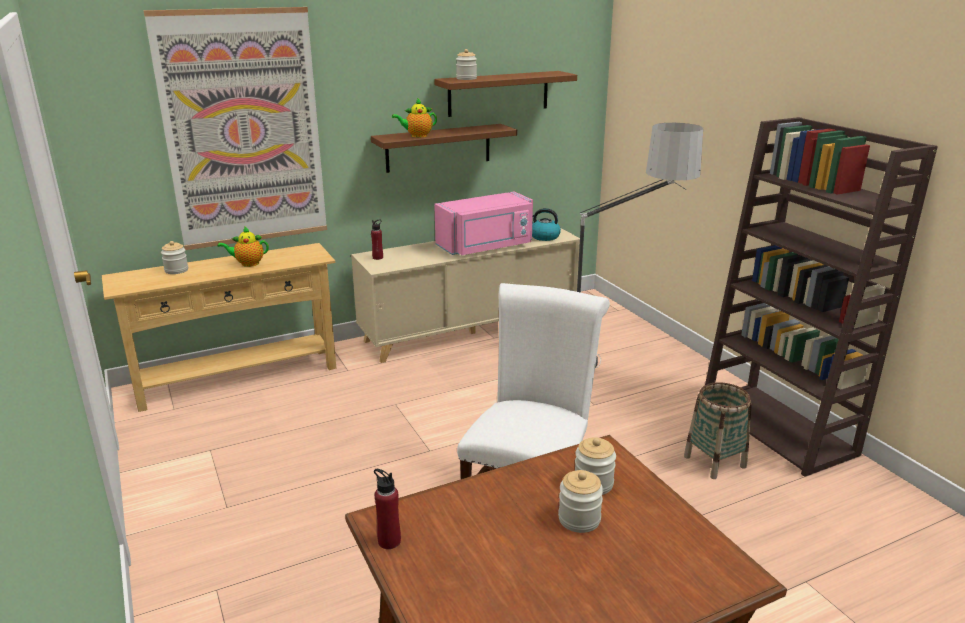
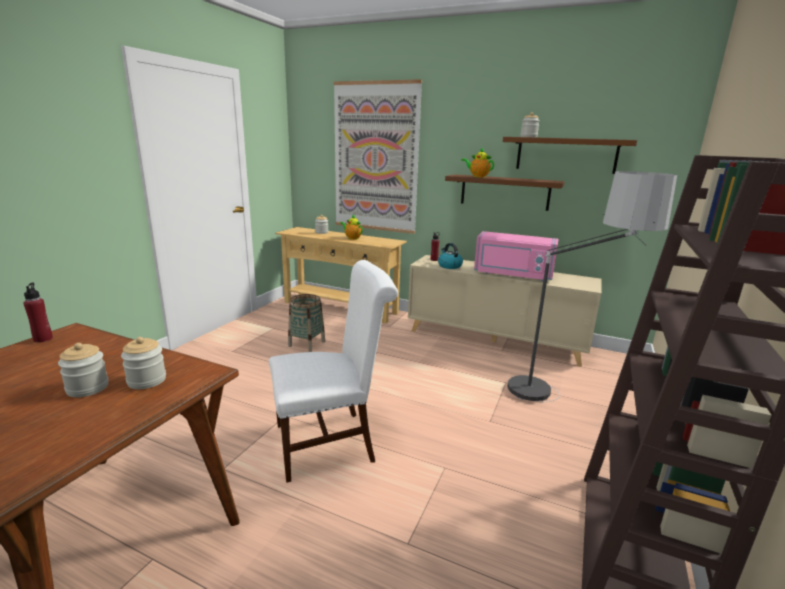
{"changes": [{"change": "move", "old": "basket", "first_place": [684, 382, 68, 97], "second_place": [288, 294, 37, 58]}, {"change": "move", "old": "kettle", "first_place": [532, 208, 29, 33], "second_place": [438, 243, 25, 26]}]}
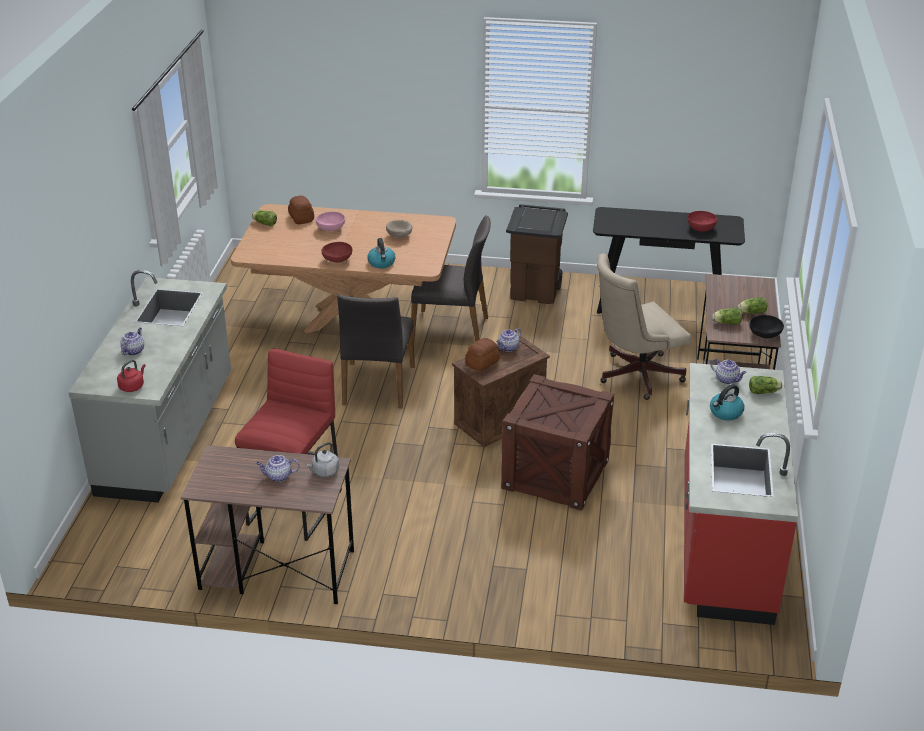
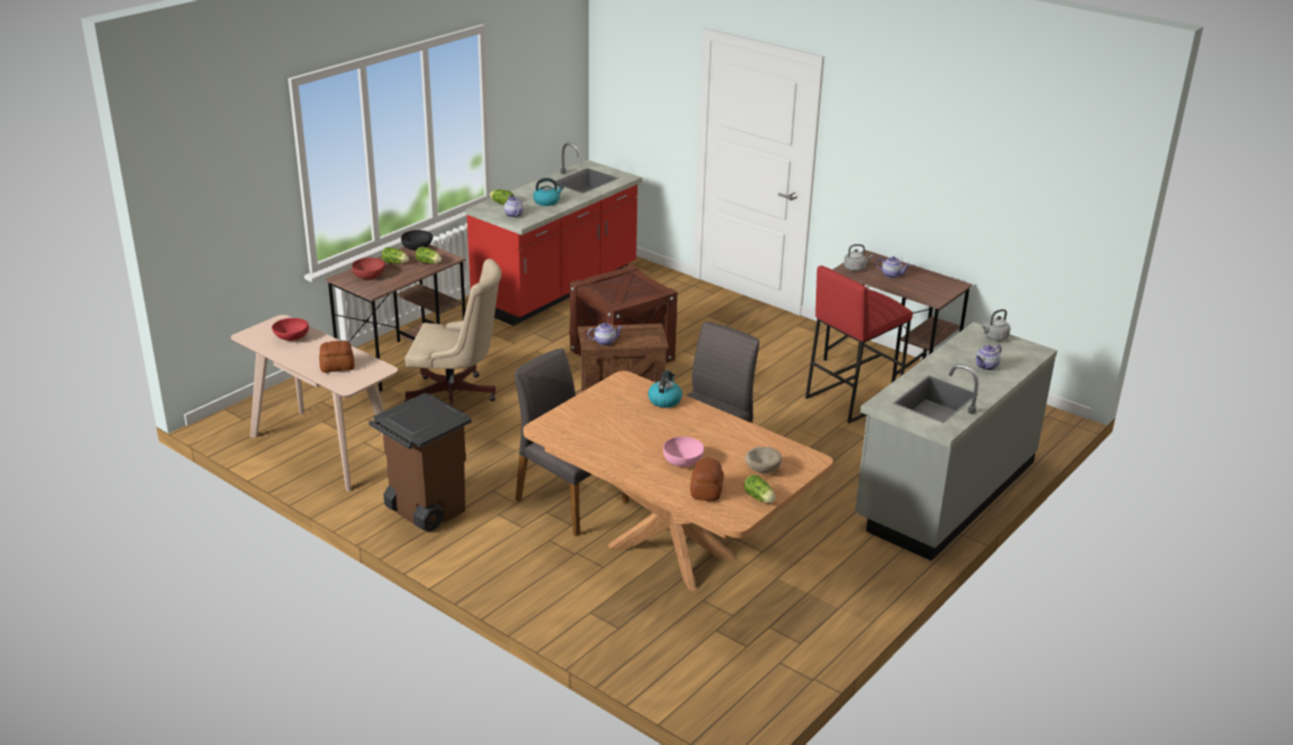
{"changes": [{"change": "recolor", "old": "black console table", "new": "beige-coloured console table", "first_place": [593, 207, 152, 107], "second_place": [231, 315, 167, 177]}, {"change": "move", "old": "baked bread", "first_place": [465, 338, 35, 33], "second_place": [319, 341, 36, 32]}, {"change": "move", "old": "red-coloured bowl", "first_place": [321, 242, 31, 21], "second_place": [352, 258, 33, 21]}, {"change": "move", "old": "beige-coloured bowl", "first_place": [386, 220, 26, 18], "second_place": [745, 447, 37, 26]}, {"change": "recolor", "old": "red-coloured kettle", "new": "grey kettle", "first_place": [117, 360, 29, 32], "second_place": [981, 309, 30, 32]}]}
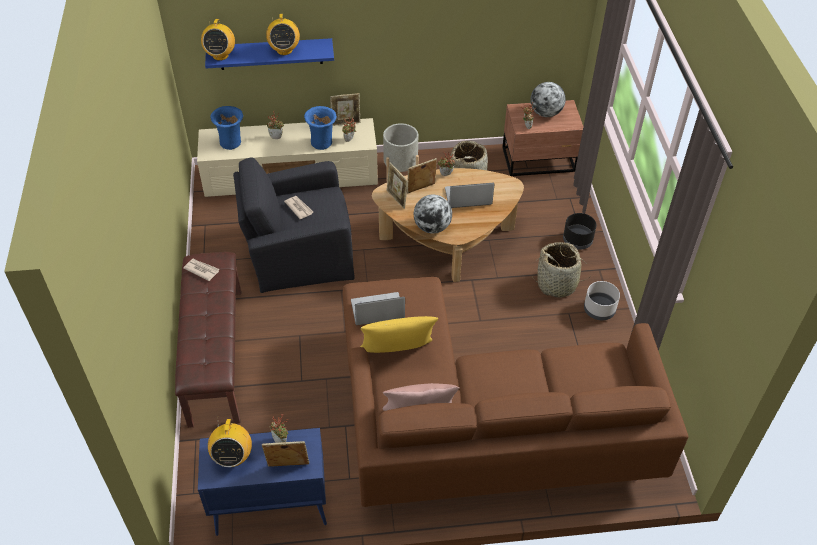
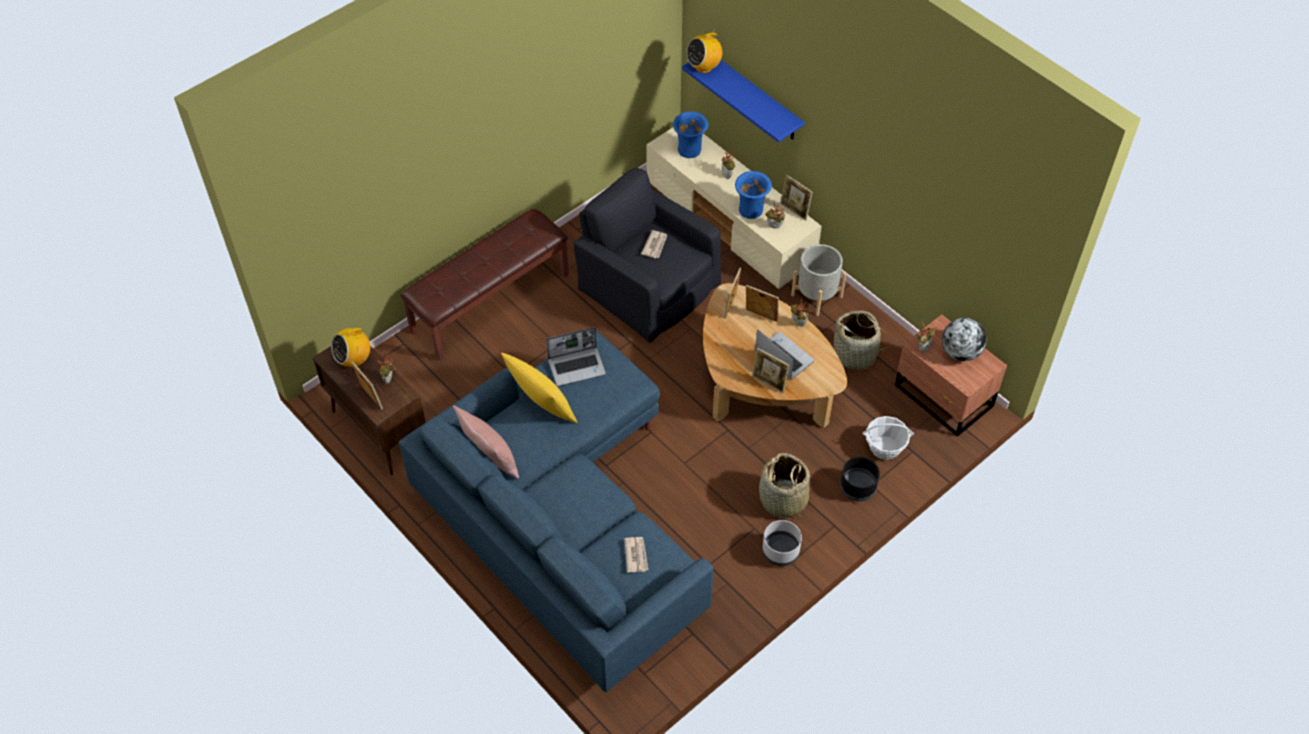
{"changes": [{"change": "recolor", "old": "bluish cupboard", "new": "brownish cupboard", "first_place": [198, 428, 129, 108], "second_place": [313, 346, 113, 129]}, {"change": "recolor", "old": "brownish settee", "new": "bluish settee", "first_place": [343, 277, 345, 230], "second_place": [399, 331, 314, 361]}, {"change": "rotate", "old": "laptop", "first_place": [351, 292, 54, 34], "second_place": [546, 327, 60, 59], "degrees": 120}, {"change": "move", "old": "daily paper", "first_place": [184, 259, 35, 22], "second_place": [624, 537, 25, 36]}, {"change": "insert", "new": "photo frame", "second_place": [752, 348, 38, 45]}, {"change": "insert", "new": "basket", "second_place": [863, 416, 51, 44]}, {"change": "delete", "old": "radio set", "first_place": [266, 14, 34, 41]}, {"change": "delete", "old": "globe", "first_place": [414, 195, 38, 39]}]}
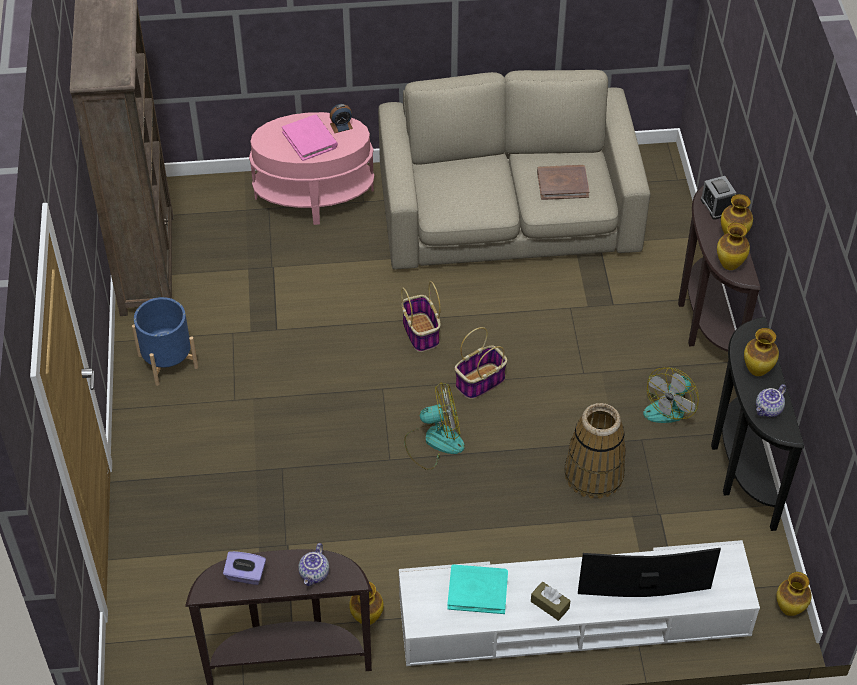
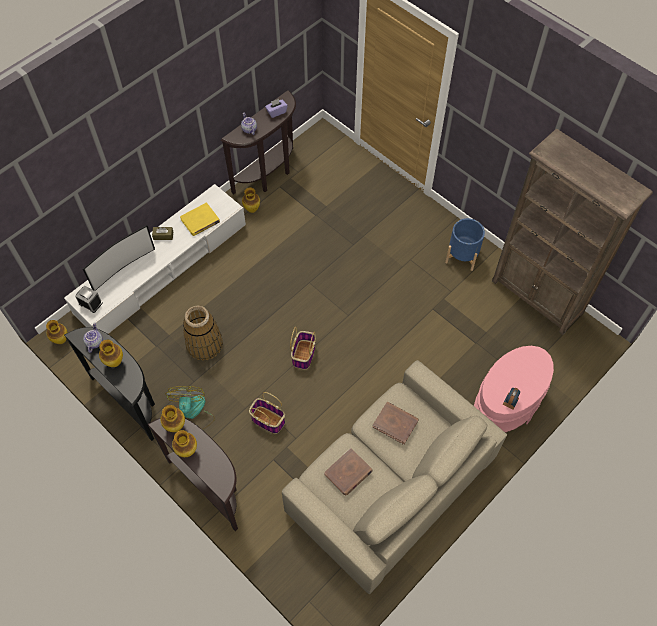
{"changes": [{"change": "move", "old": "table clock", "first_place": [701, 176, 35, 44], "second_place": [75, 285, 28, 28]}, {"change": "recolor", "old": "turquoise-coloured bound book", "new": "yellowish bound book", "first_place": [447, 564, 61, 50], "second_place": [180, 202, 40, 34]}, {"change": "move", "old": "basket", "first_place": [401, 281, 40, 71], "second_place": [249, 392, 36, 42]}, {"change": "insert", "new": "brownish bound book", "second_place": [372, 402, 46, 43]}, {"change": "delete", "old": "pink bound book", "first_place": [282, 114, 56, 47]}, {"change": "delete", "old": "cooling fan", "first_place": [404, 382, 61, 88]}]}
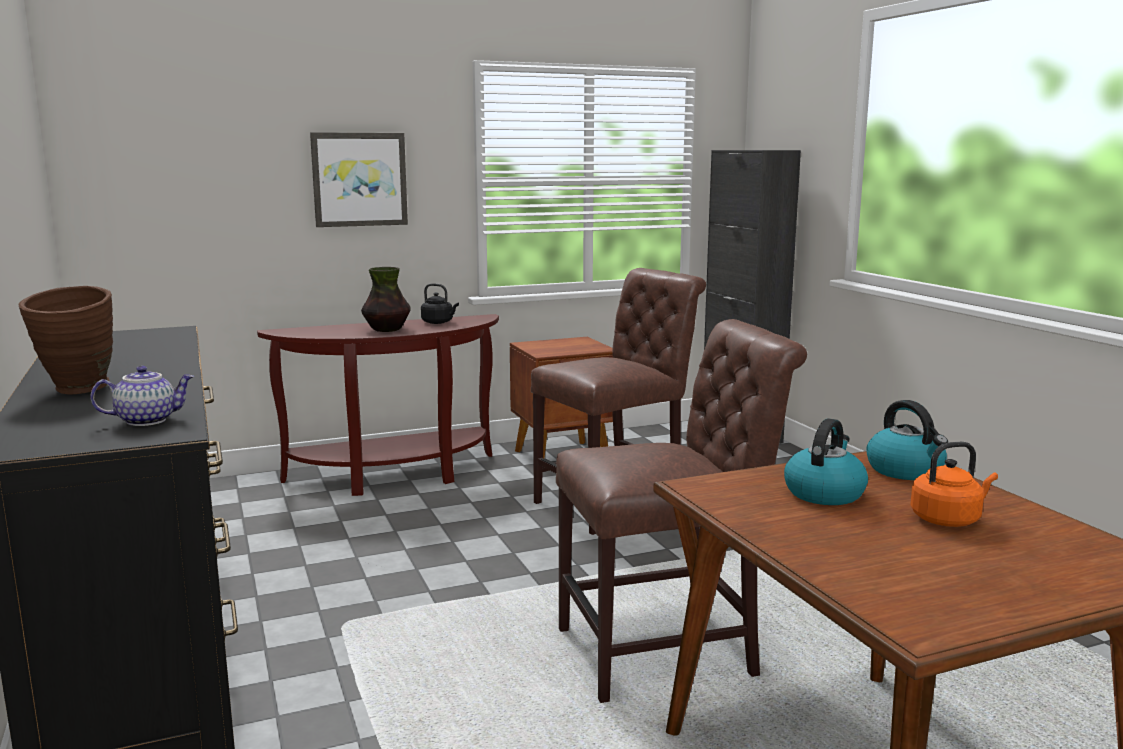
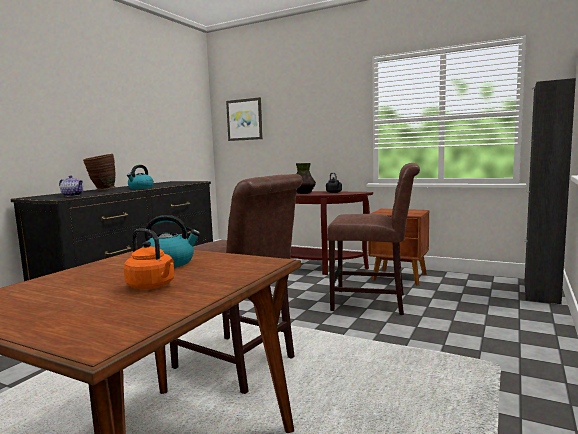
{"changes": [{"change": "move", "old": "kettle", "first_place": [866, 400, 82, 80], "second_place": [127, 165, 27, 24]}, {"change": "move", "old": "wall art", "first_place": [310, 132, 98, 95], "second_place": [226, 97, 37, 44]}]}
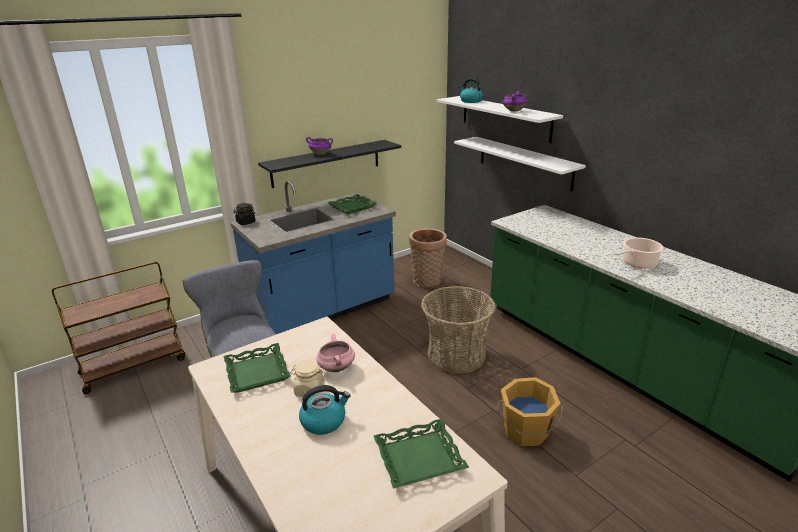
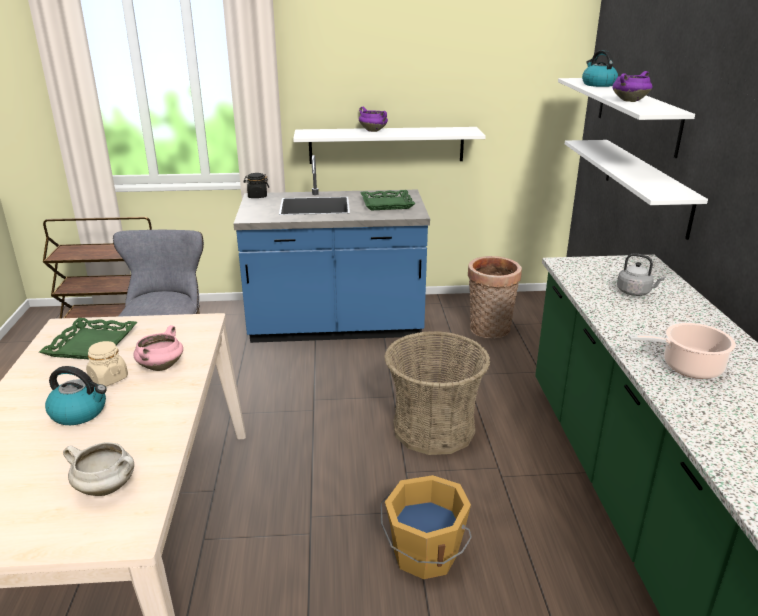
{"changes": [{"change": "replace", "old": "green-coloured tray", "new": "white stockpot", "first_place": [374, 419, 95, 70], "second_place": [63, 442, 71, 54]}, {"change": "recolor", "old": "black bracket shelf", "new": "white bracket shelf", "first_place": [258, 140, 143, 48], "second_place": [293, 127, 193, 37]}, {"change": "insert", "new": "grey kettle", "second_place": [617, 253, 48, 43]}]}
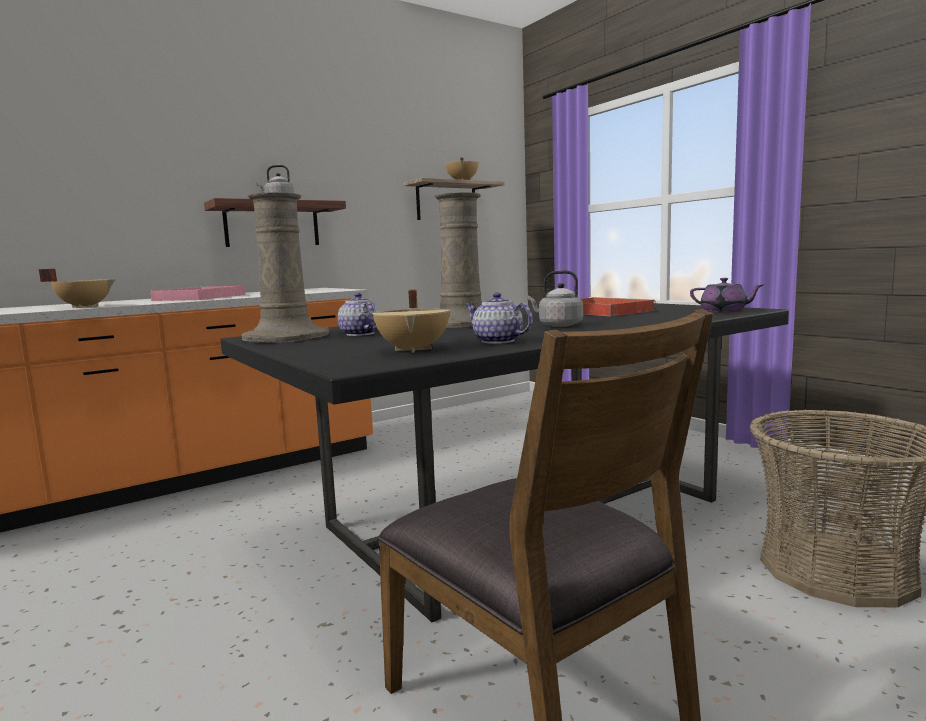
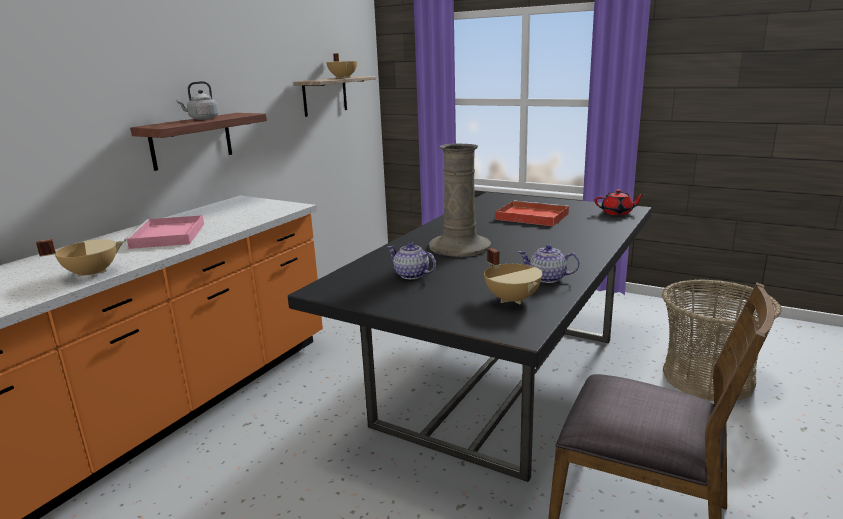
{"changes": [{"change": "recolor", "old": "purple-coloured teapot", "new": "red-coloured teapot", "first_place": [690, 278, 73, 34], "second_place": [595, 190, 50, 25]}, {"change": "delete", "old": "beige-coloured decorative vase", "first_place": [242, 192, 87, 151]}, {"change": "delete", "old": "grey kettle", "first_place": [527, 270, 56, 57]}]}
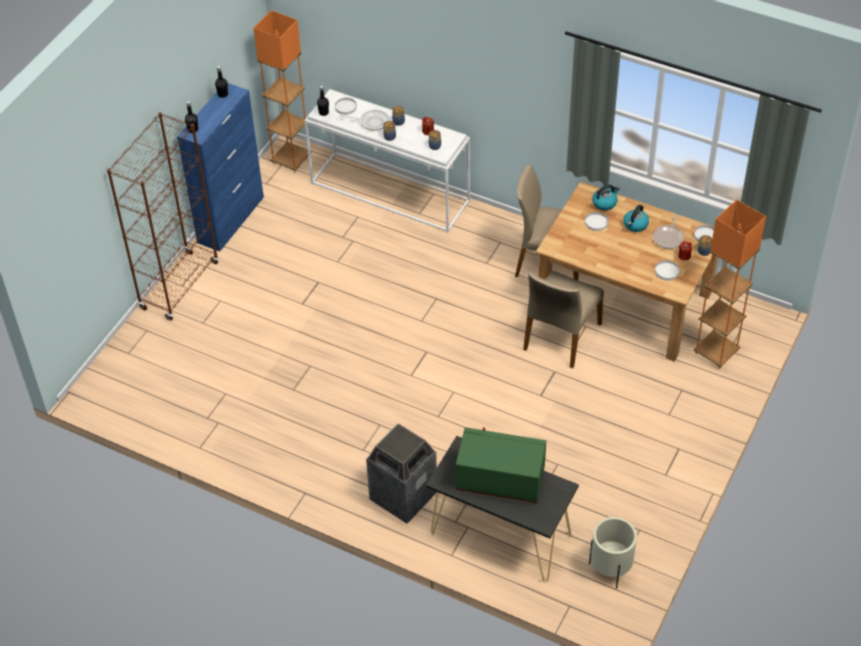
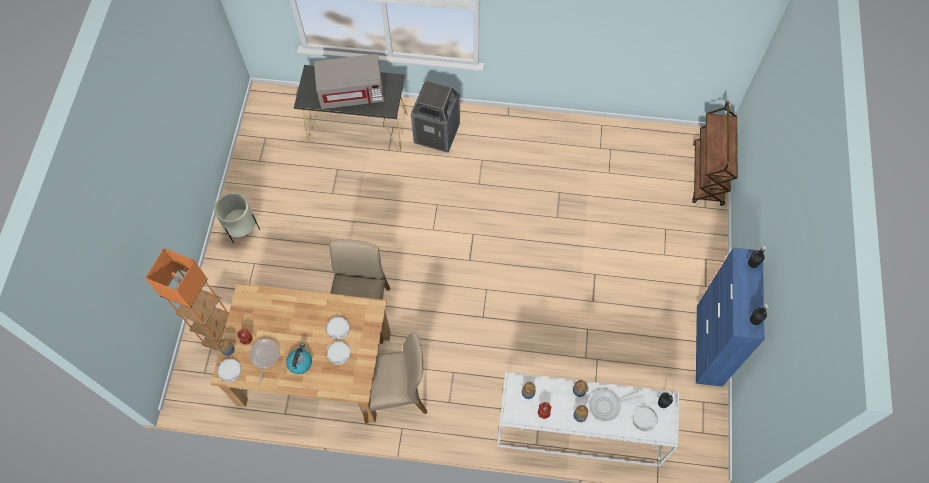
{"changes": [{"change": "move", "old": "beige-coloured plant pot", "first_place": [589, 517, 48, 72], "second_place": [214, 192, 46, 51]}, {"change": "recolor", "old": "green-coloured microwave oven", "new": "grey microwave oven", "first_place": [456, 427, 90, 76], "second_place": [314, 54, 70, 55]}, {"change": "move", "old": "white flat dish", "first_place": [655, 260, 24, 20], "second_place": [326, 317, 24, 23]}, {"change": "insert", "new": "brownish cart", "second_place": [692, 101, 46, 105]}, {"change": "delete", "old": "brownish bookshelf", "first_place": [107, 112, 112, 209]}, {"change": "delete", "old": "orange-coloured standing lamp", "first_place": [253, 10, 55, 163]}, {"change": "delete", "old": "kettle", "first_place": [592, 185, 28, 26]}]}
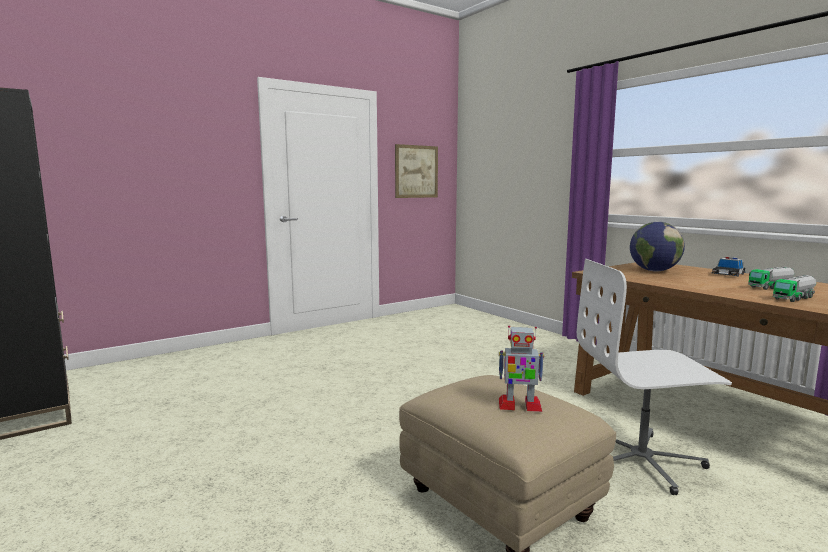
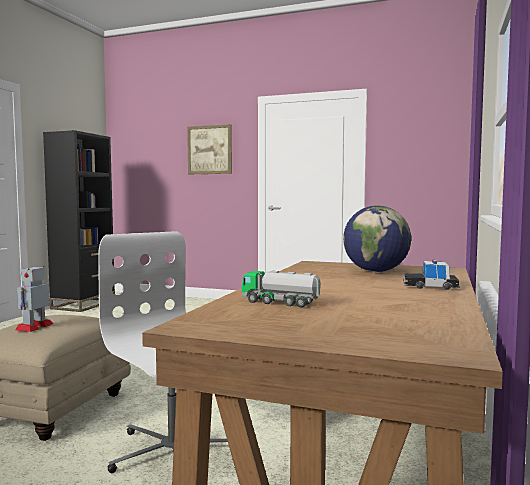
{"changes": [{"change": "rotate", "old": "model robot", "first_place": [499, 326, 45, 86], "second_place": [15, 266, 38, 66], "degrees": 45}, {"change": "move", "old": "wall art", "first_place": [395, 144, 43, 54], "second_place": [187, 124, 45, 50]}, {"change": "delete", "old": "model truck", "first_place": [748, 267, 47, 23]}]}
